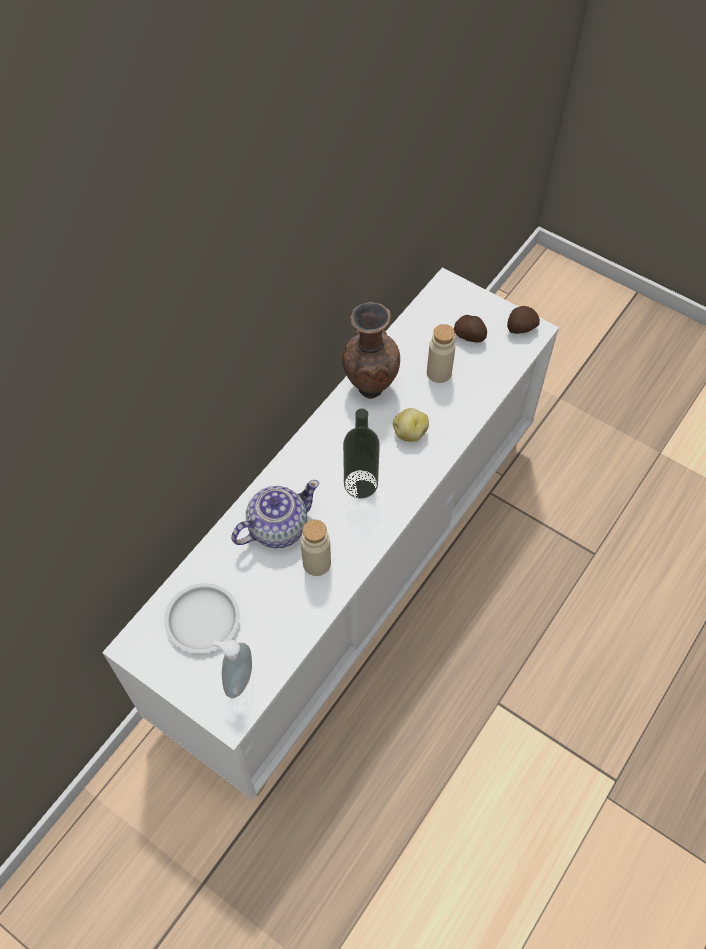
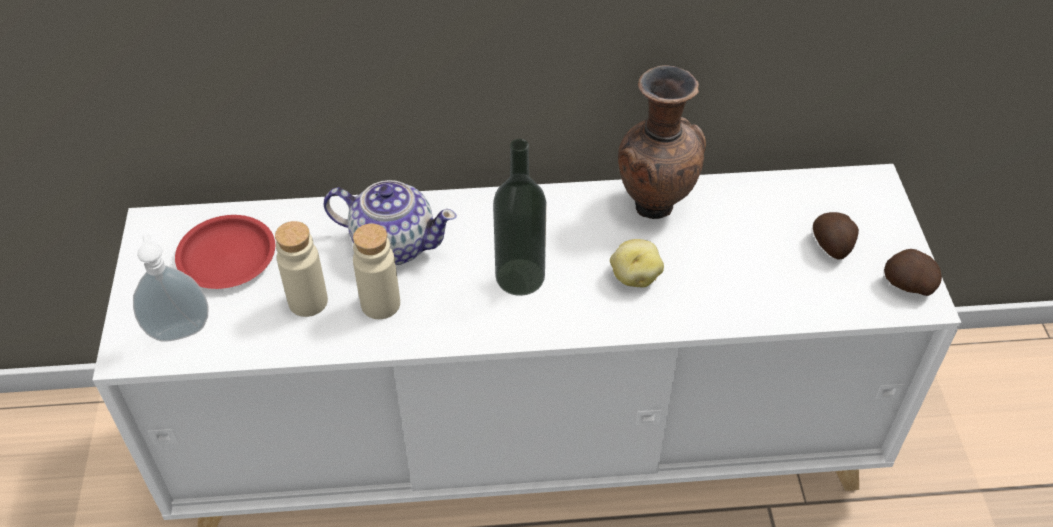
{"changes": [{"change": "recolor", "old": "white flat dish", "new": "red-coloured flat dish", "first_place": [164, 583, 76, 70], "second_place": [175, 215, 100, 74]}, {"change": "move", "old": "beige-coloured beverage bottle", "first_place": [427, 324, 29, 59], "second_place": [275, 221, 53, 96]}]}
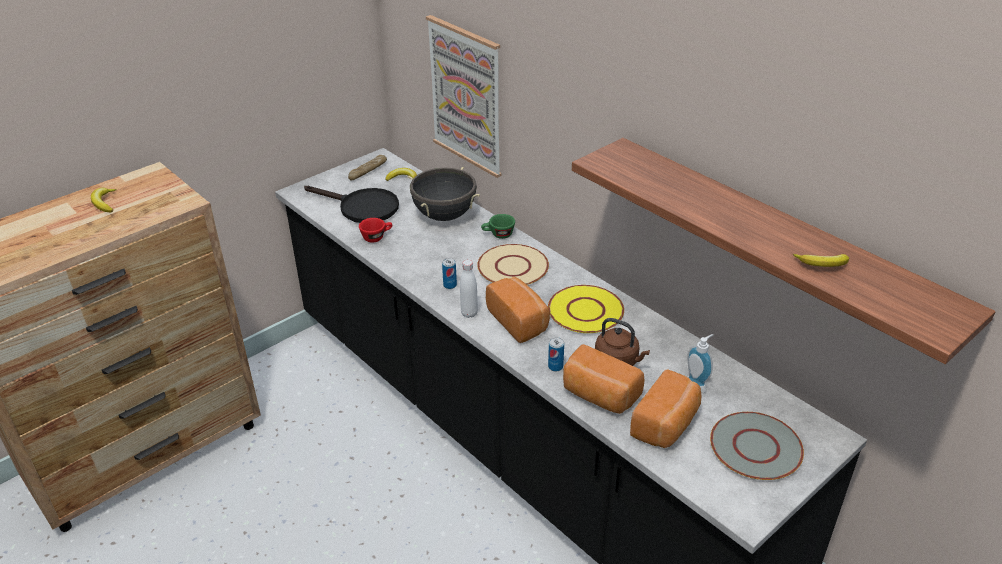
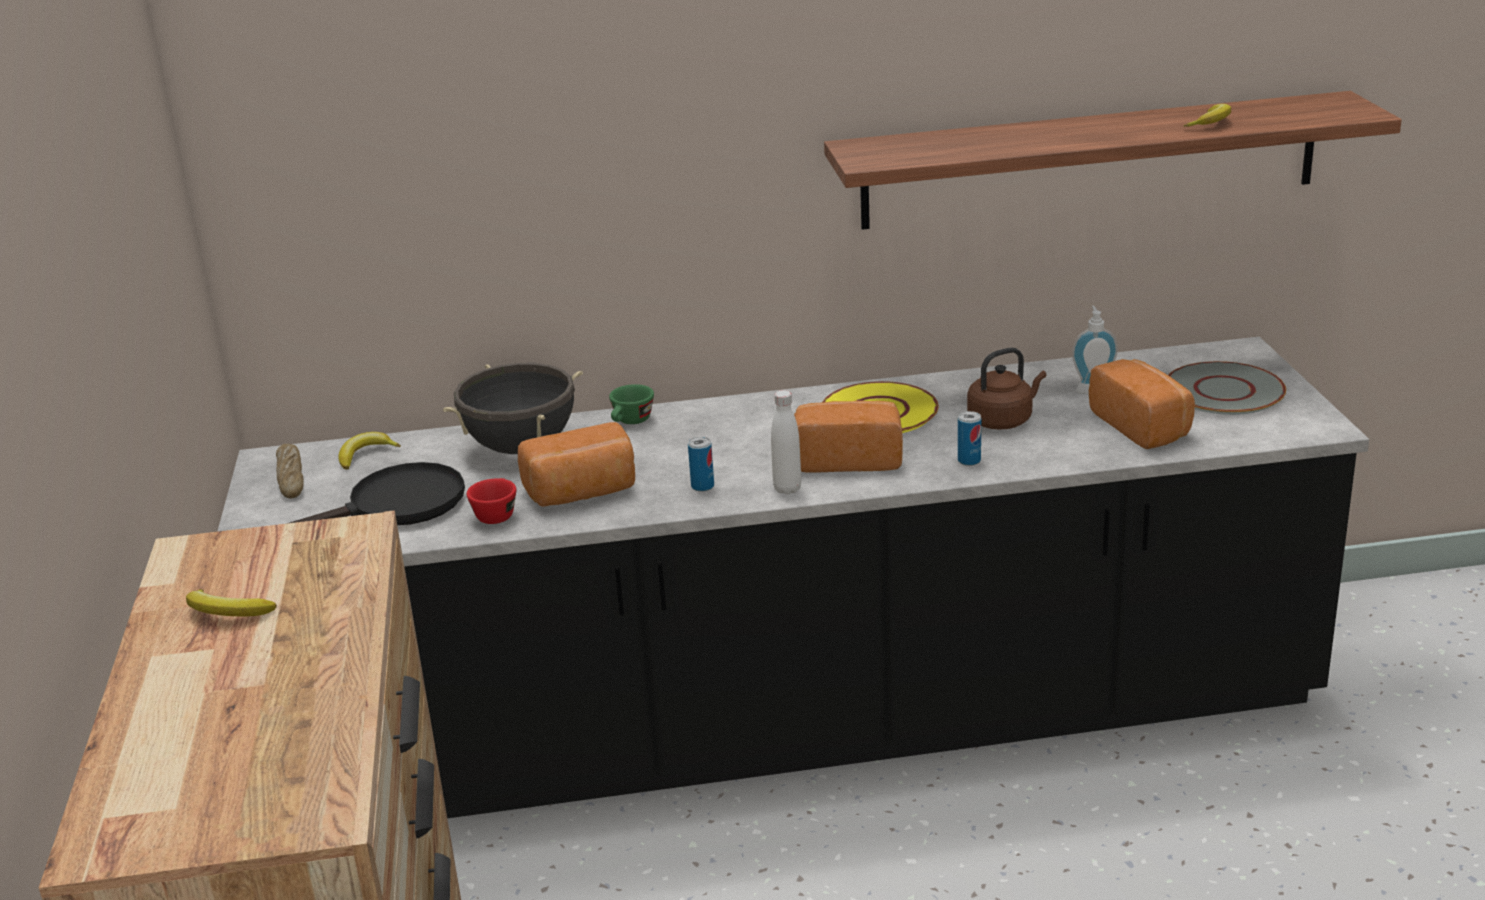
{"changes": [{"change": "move", "old": "baked bread", "first_place": [563, 344, 81, 70], "second_place": [518, 422, 117, 85]}, {"change": "delete", "old": "wall art", "first_place": [426, 15, 75, 163]}, {"change": "delete", "old": "beige-coloured flat dish", "first_place": [477, 244, 72, 41]}]}
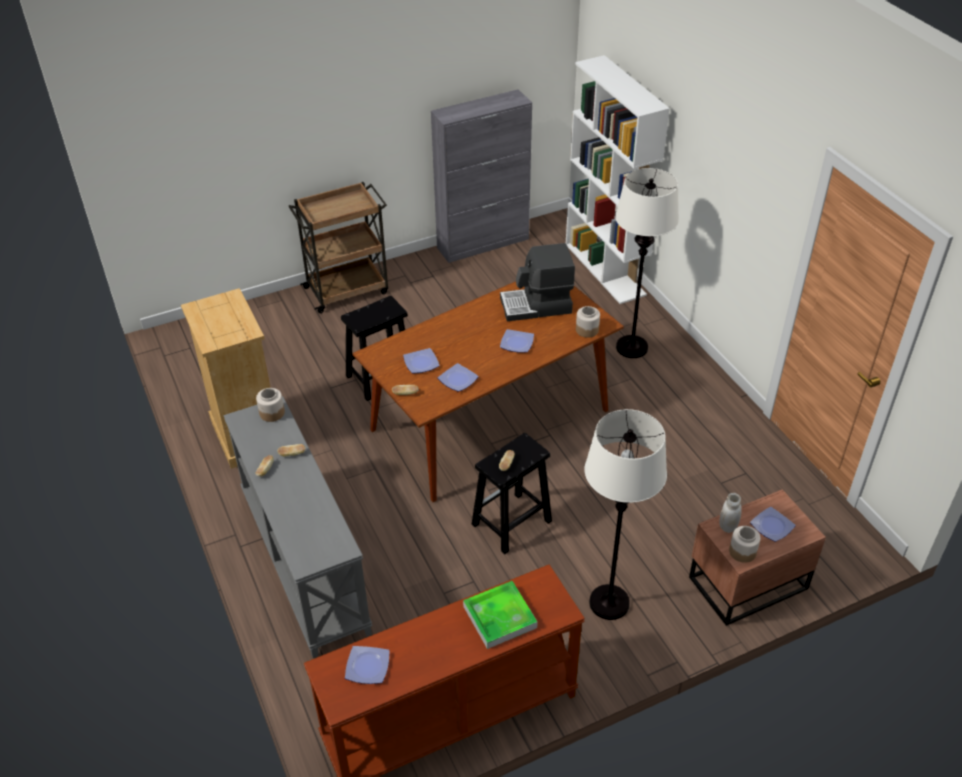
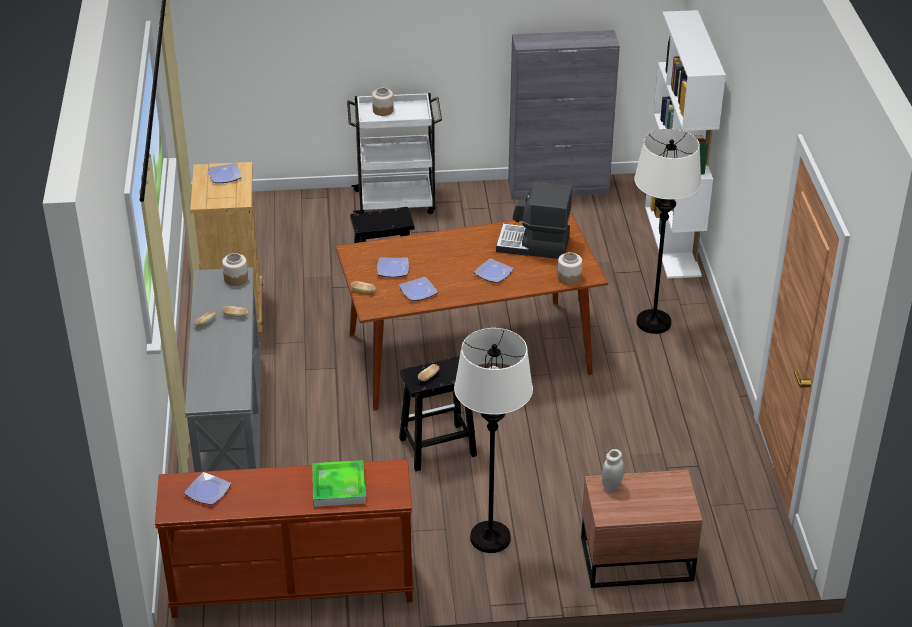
{"changes": [{"change": "move", "old": "flat dish", "first_place": [750, 507, 46, 35], "second_place": [208, 163, 34, 20]}, {"change": "recolor", "old": "brownish cart", "new": "white cart", "first_place": [288, 182, 100, 131], "second_place": [347, 93, 95, 121]}, {"change": "move", "old": "storage jar", "first_place": [729, 526, 32, 37], "second_place": [372, 88, 22, 28]}]}
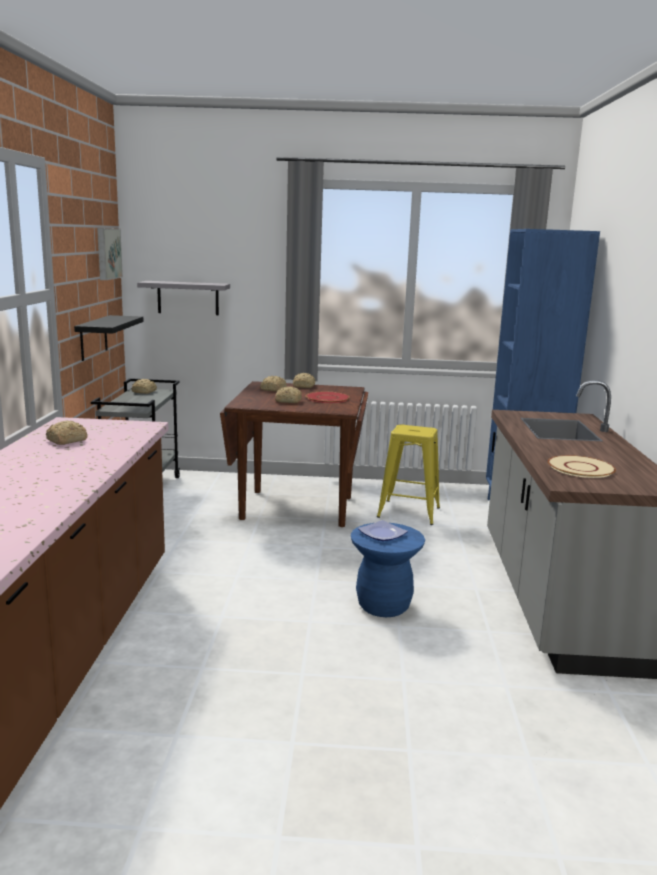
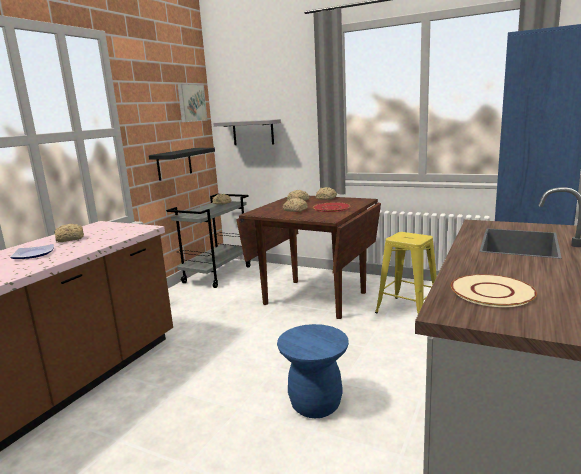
{"changes": [{"change": "move", "old": "flat dish", "first_place": [358, 520, 50, 21], "second_place": [10, 244, 44, 15]}]}
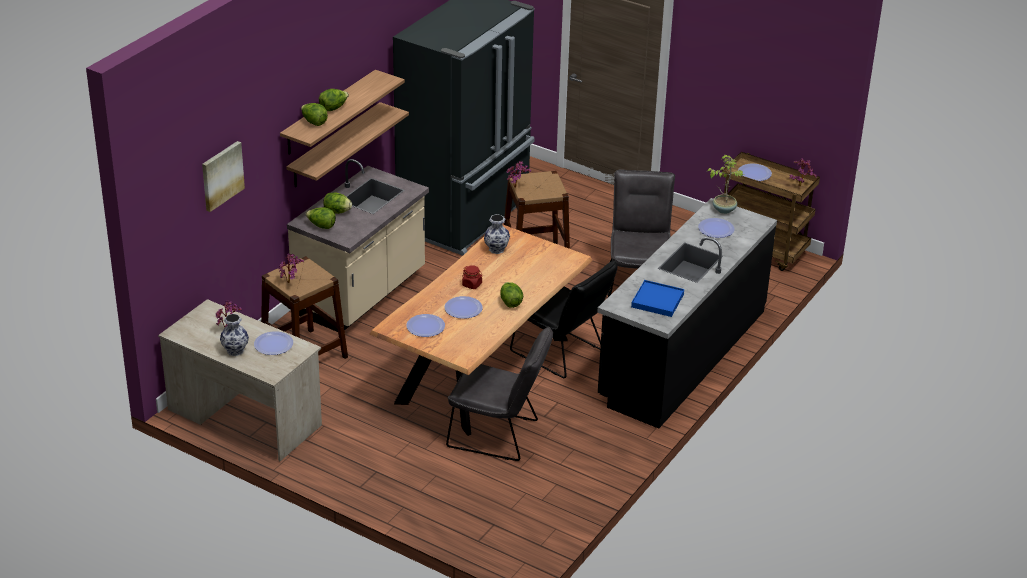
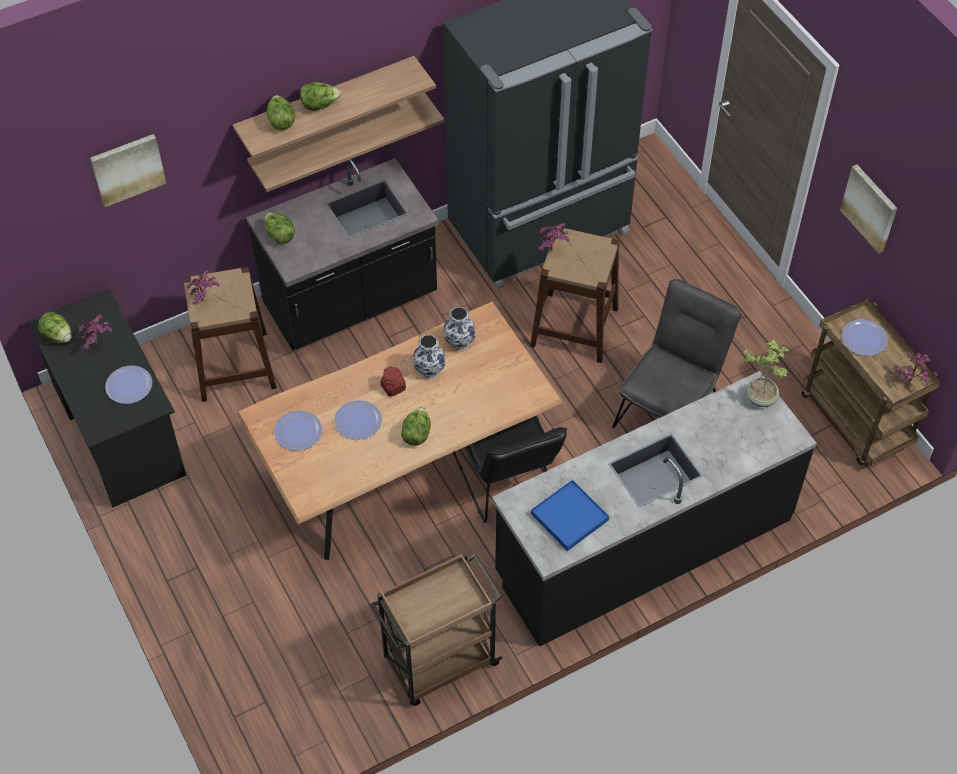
{"changes": [{"change": "recolor", "old": "beige-coloured desk table", "new": "black desk table", "first_place": [158, 299, 164, 162], "second_place": [27, 289, 159, 219]}, {"change": "move", "old": "lettuce", "first_place": [323, 192, 29, 22], "second_place": [38, 312, 34, 31]}, {"change": "recolor", "old": "beige-coloured kitchen base unit", "new": "black kitchen base unit", "first_place": [287, 159, 142, 173], "second_place": [246, 158, 193, 192]}, {"change": "insert", "new": "brownish cart", "second_place": [371, 552, 131, 154]}, {"change": "move", "old": "decorative vase", "first_place": [220, 314, 29, 42], "second_place": [413, 335, 32, 43]}, {"change": "insert", "new": "wall art", "second_place": [840, 164, 57, 90]}, {"change": "delete", "old": "grey chair", "first_place": [446, 326, 107, 135]}, {"change": "delete", "old": "flat dish", "first_place": [698, 218, 36, 20]}]}
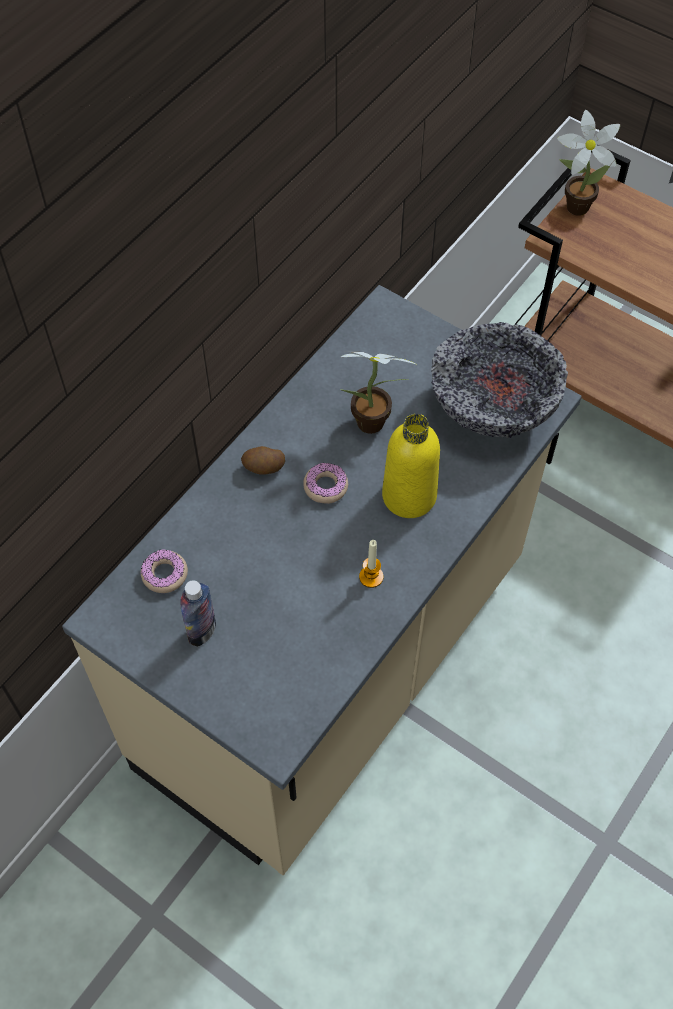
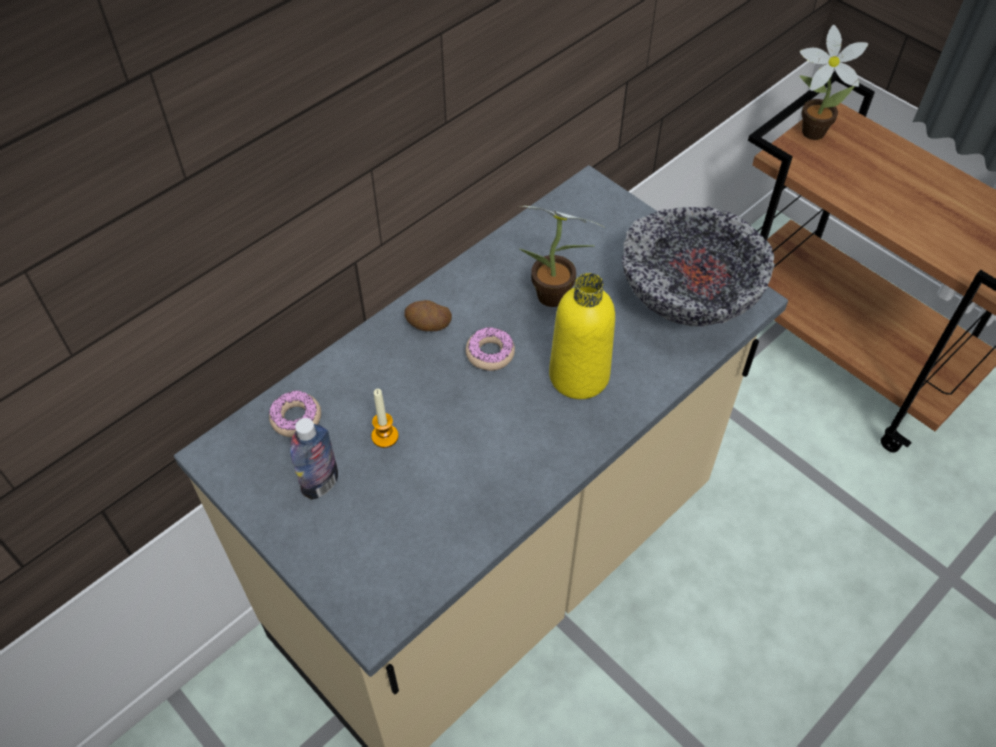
{"changes": [{"change": "move", "old": "wax light", "first_place": [359, 540, 24, 48], "second_place": [371, 389, 28, 59]}]}
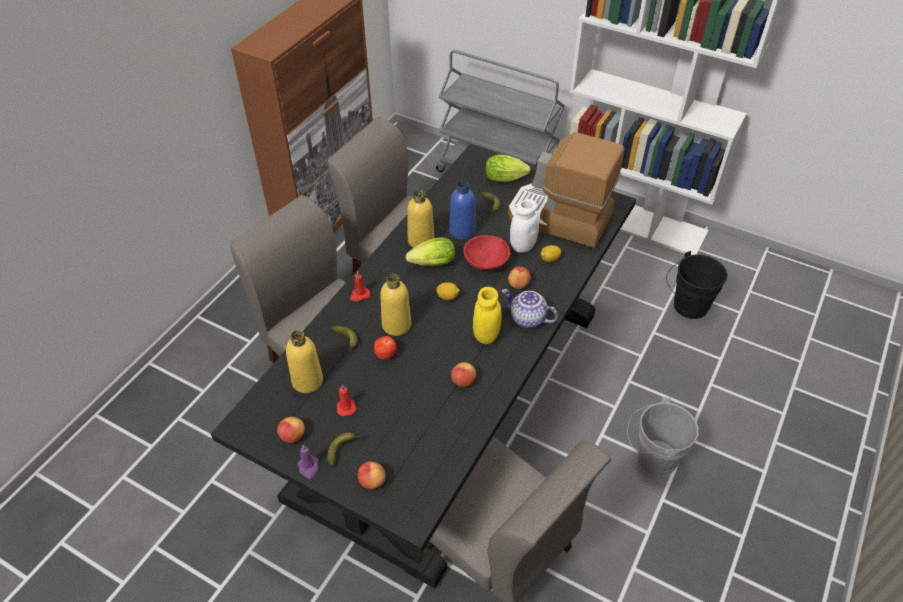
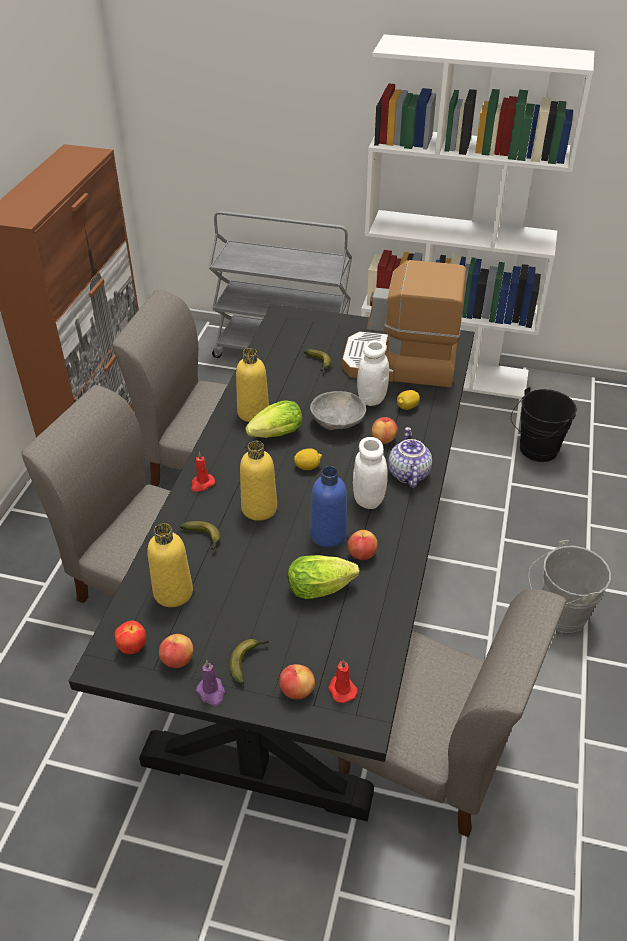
{"changes": [{"change": "move", "old": "whole apple", "first_place": [374, 336, 23, 24], "second_place": [115, 620, 31, 34]}, {"change": "move", "old": "lettuce", "first_place": [485, 155, 46, 27], "second_place": [288, 555, 71, 44]}, {"change": "recolor", "old": "red-coloured bowl", "new": "grey bowl", "first_place": [463, 235, 47, 35], "second_place": [310, 391, 56, 39]}, {"change": "move", "old": "bluish beverage bottle", "first_place": [449, 180, 27, 60], "second_place": [310, 466, 37, 82]}, {"change": "move", "old": "red-coloured wax light", "first_place": [337, 384, 20, 32], "second_place": [328, 659, 30, 44]}, {"change": "recolor", "old": "yellowish storage jar", "new": "white storage jar", "first_place": [473, 287, 29, 57], "second_place": [353, 437, 35, 72]}, {"change": "rotate", "old": "teapot", "first_place": [502, 289, 56, 39], "second_place": [388, 427, 44, 61], "degrees": 75}]}
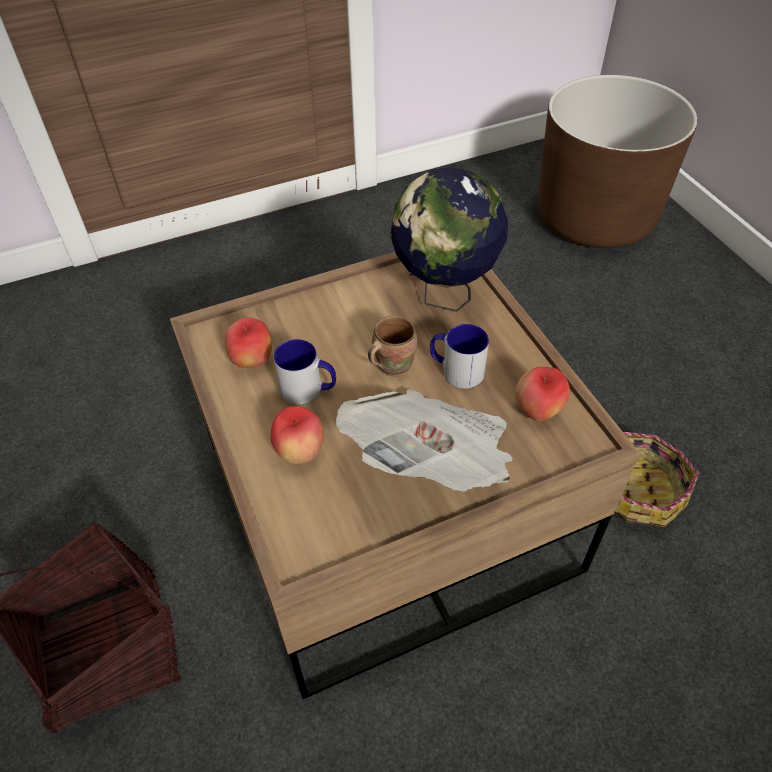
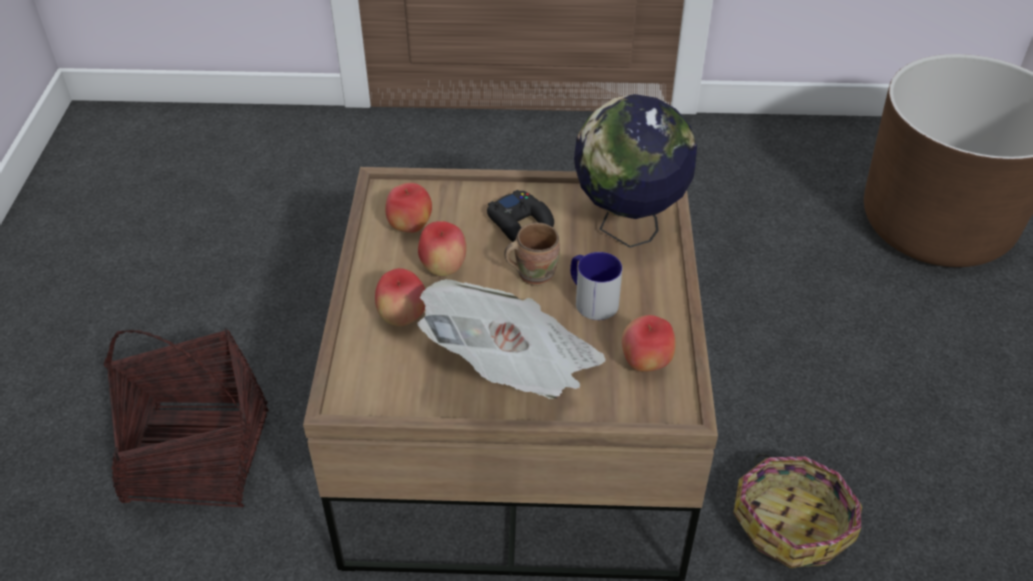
{"changes": [{"change": "replace", "old": "coffee mug", "new": "whole apple", "first_place": [273, 339, 63, 66], "second_place": [418, 221, 48, 55]}, {"change": "insert", "new": "black gamepad", "second_place": [487, 190, 67, 52]}]}
